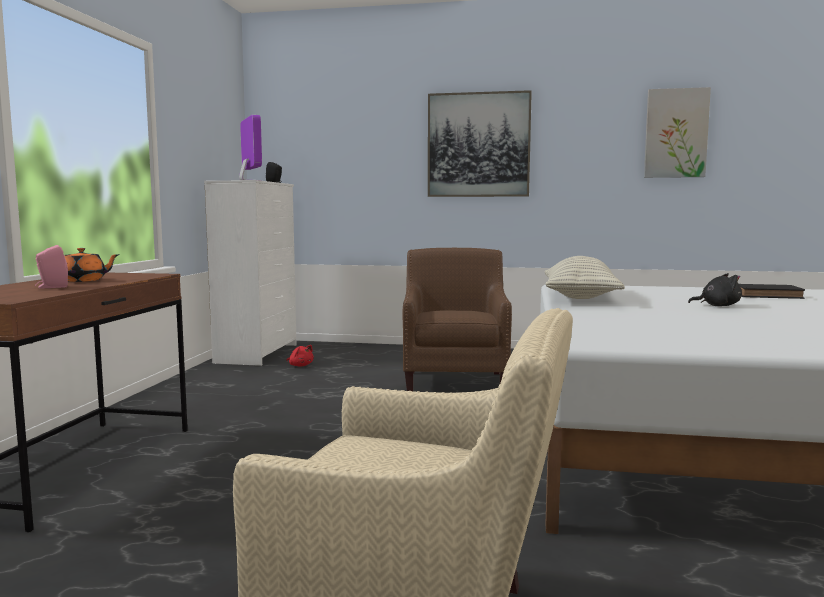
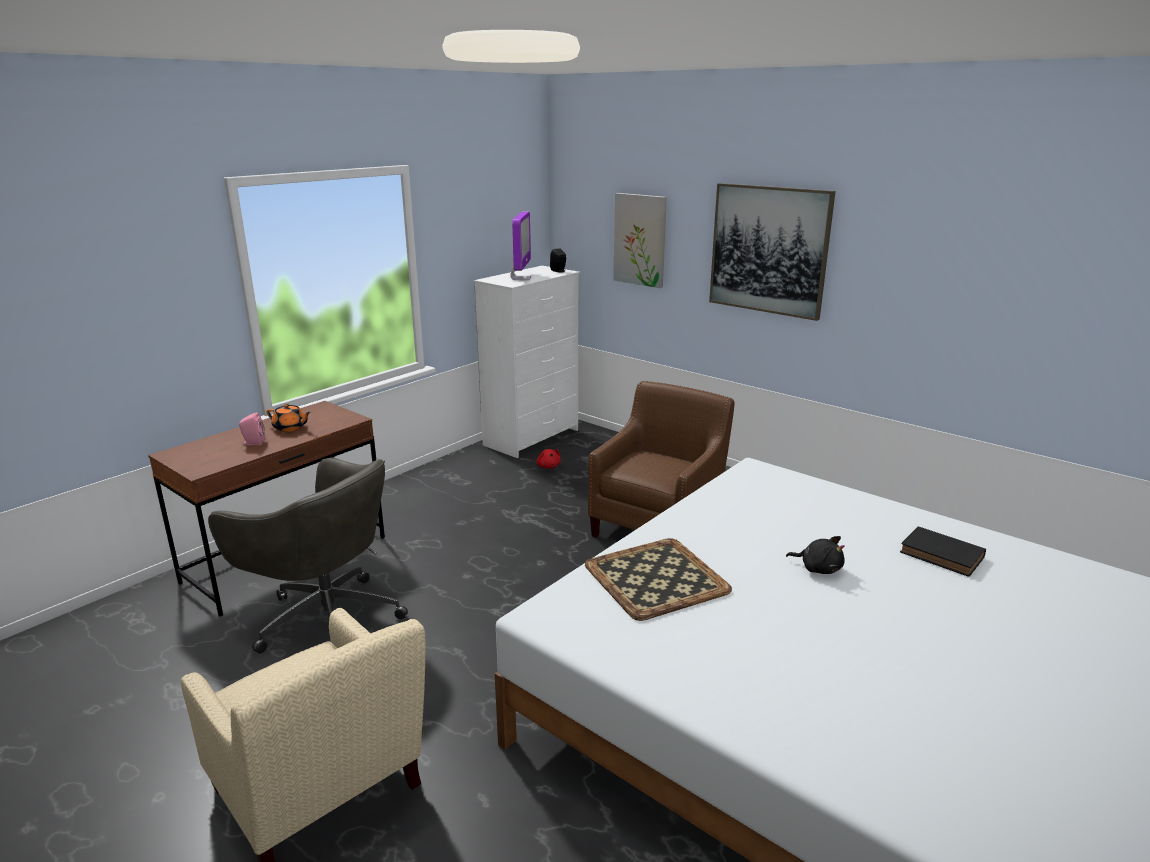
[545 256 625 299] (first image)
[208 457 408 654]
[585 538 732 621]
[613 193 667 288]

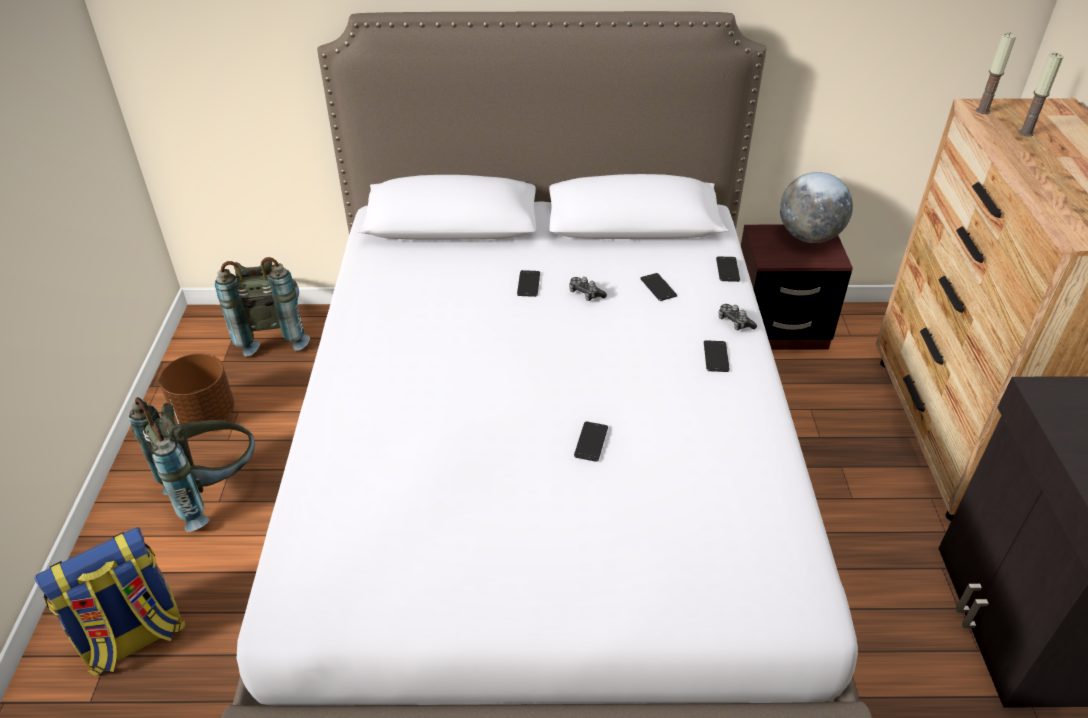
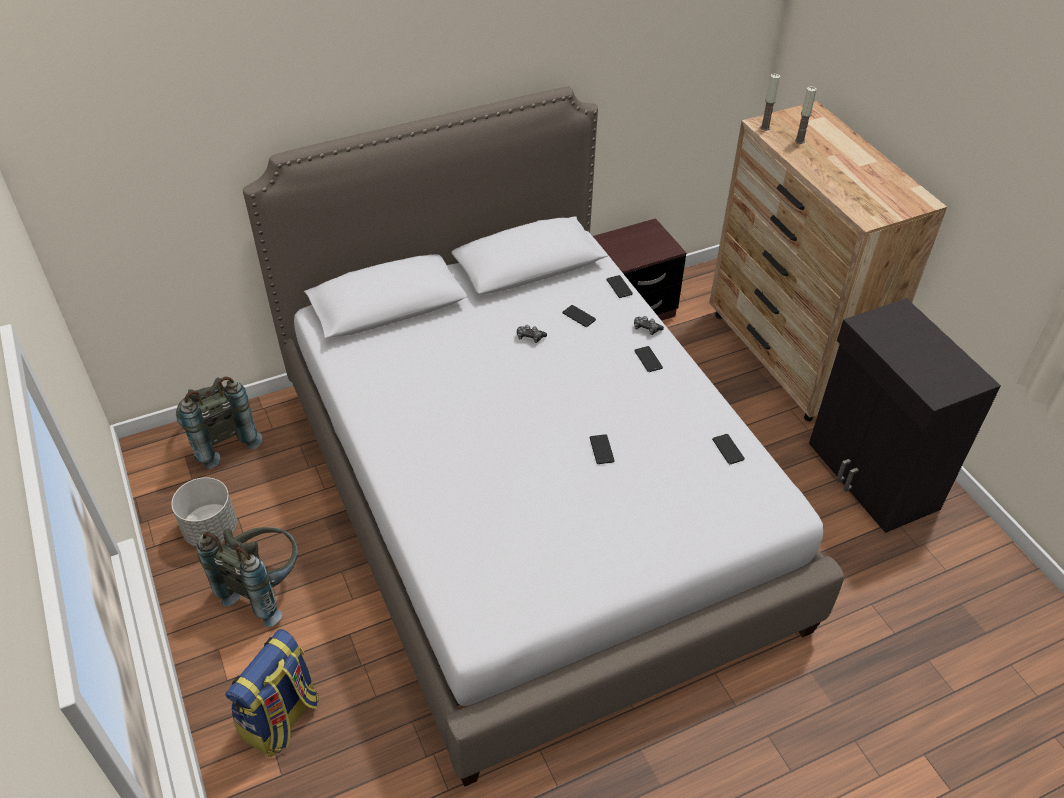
[780 172 853 243] (first image)
[712 434 745 464]
[171 477 237 546]

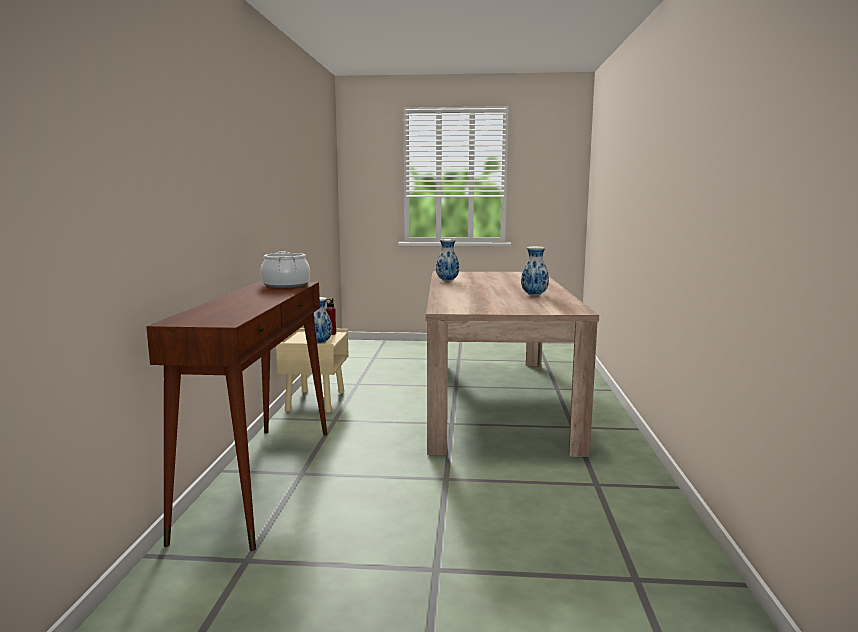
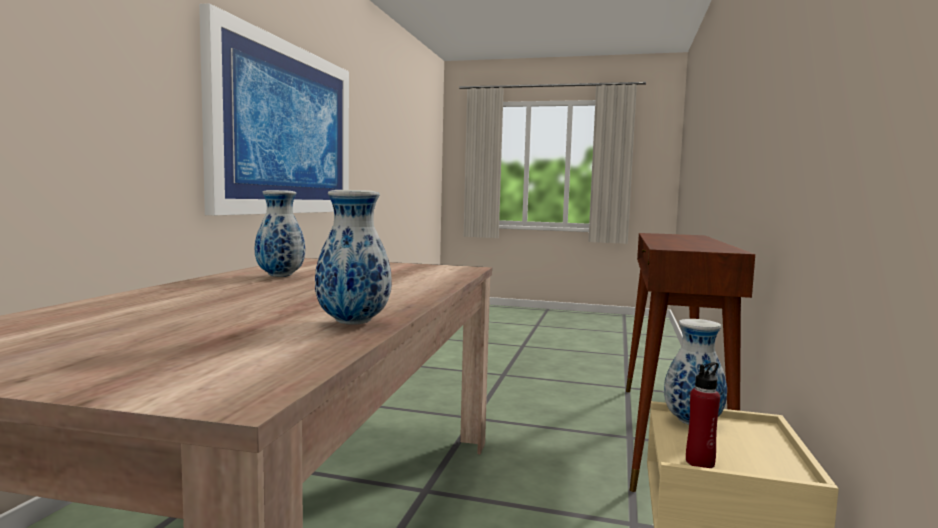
[260 251 310 288] (first image)
[199 3 349 215]

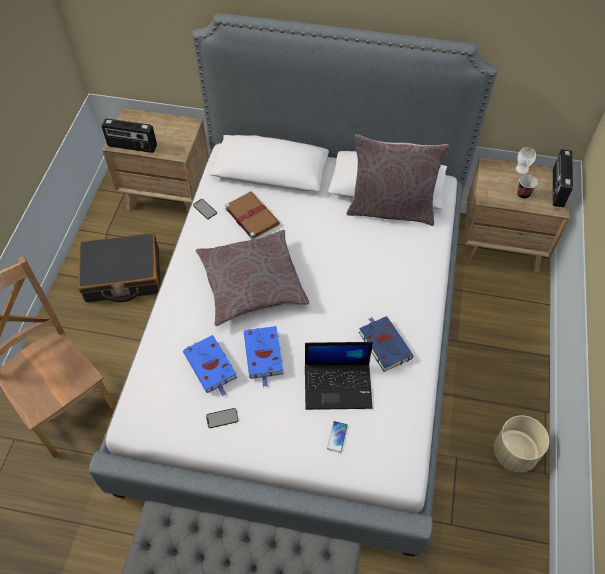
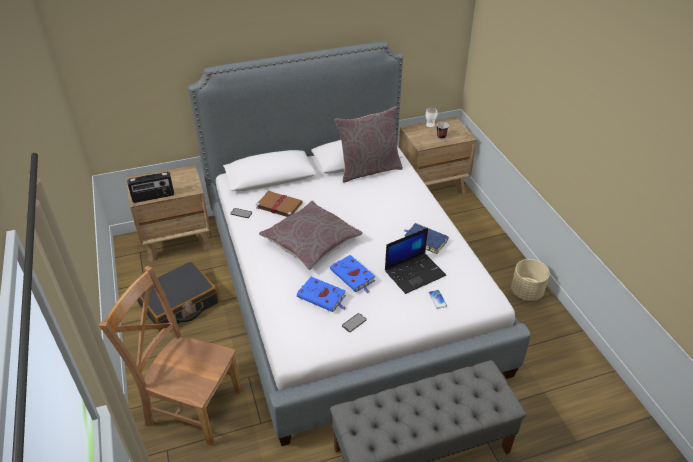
[553 149 573 207] (first image)

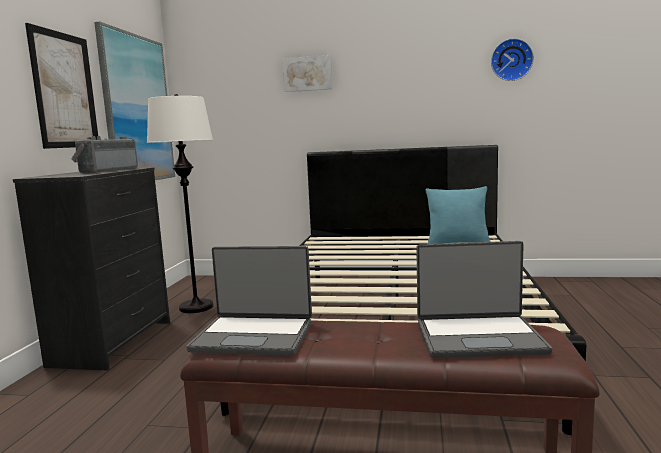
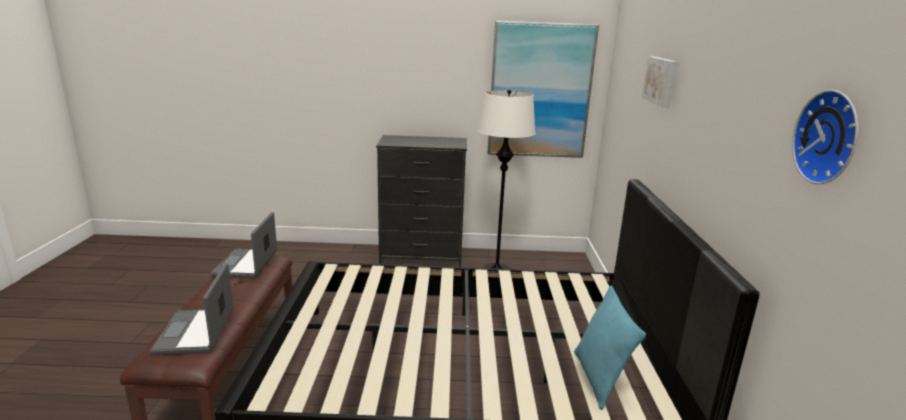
[25 23 98 149] (first image)
[72 136 138 173] (first image)

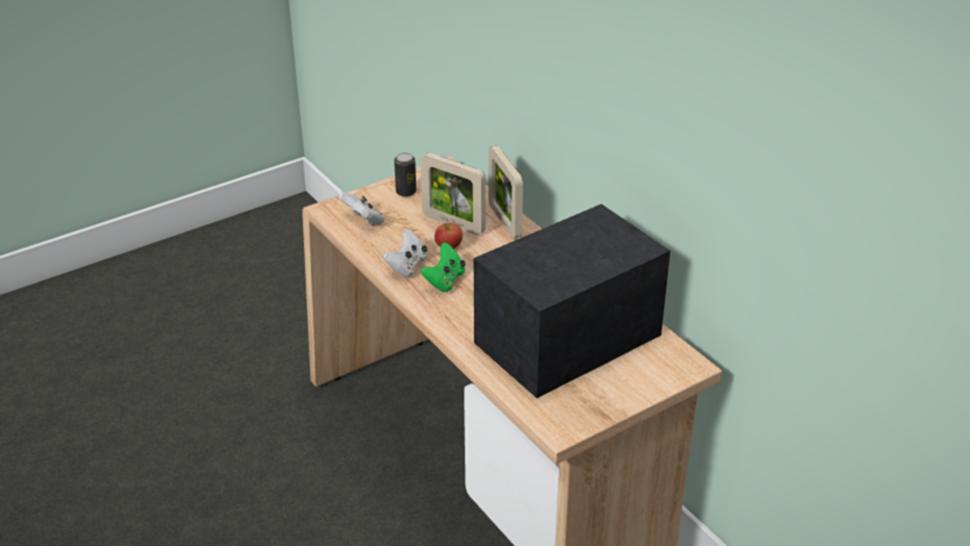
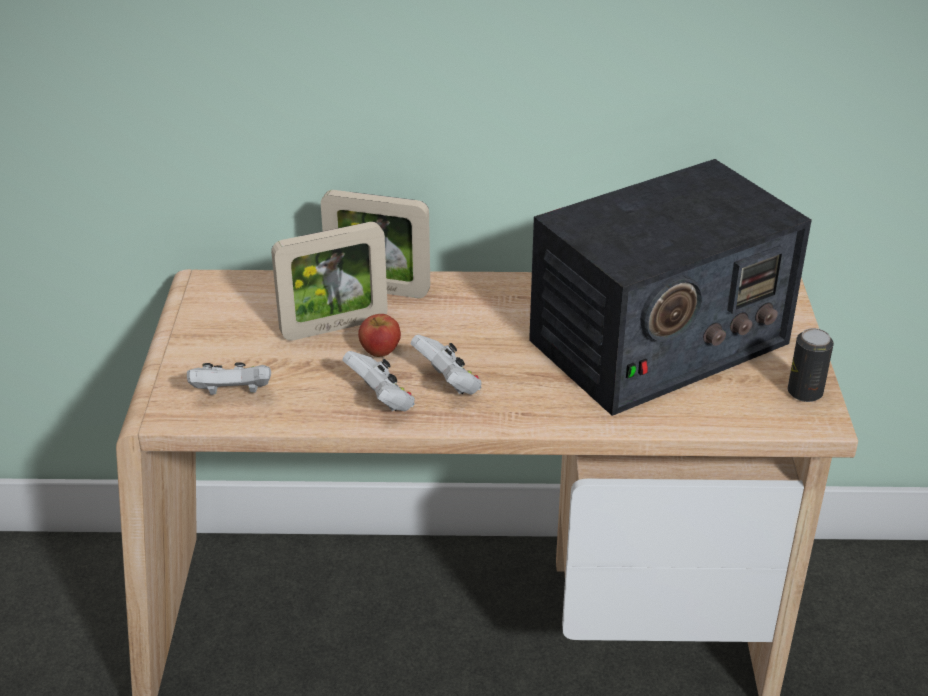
[788 328 834 402]
[411 335 482 395]
[529 159 812 416]

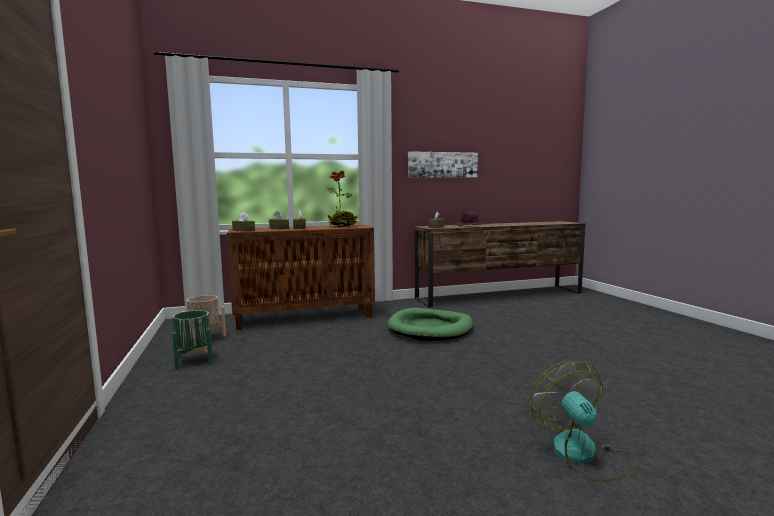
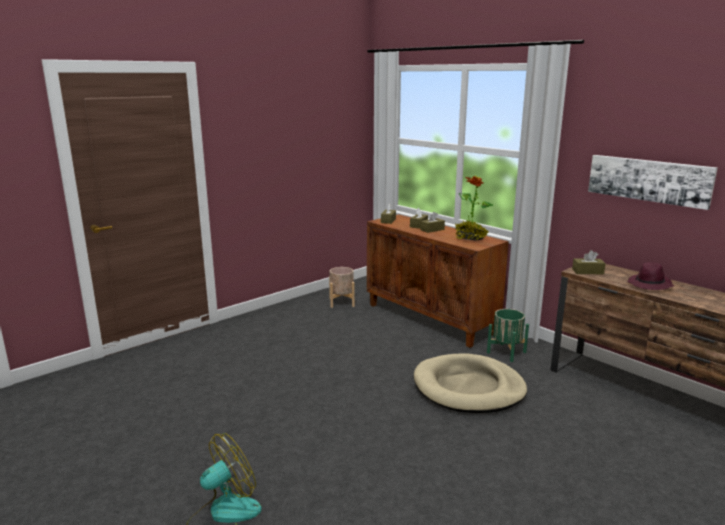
[487 309 529 362]
[414 353 527 413]

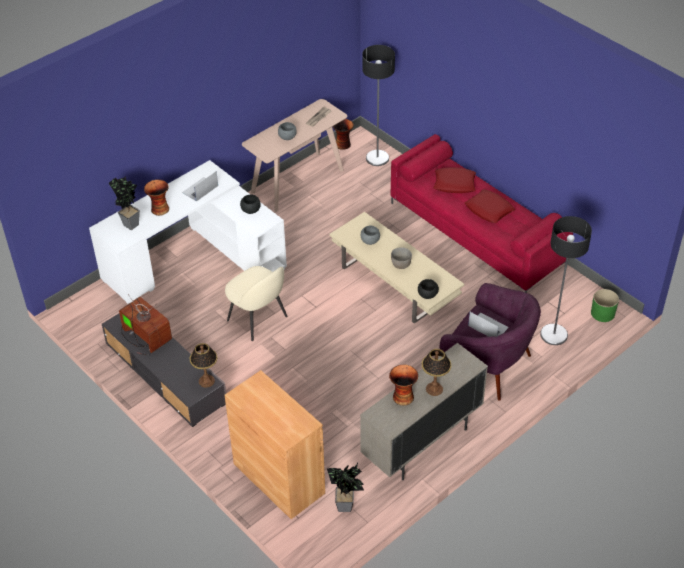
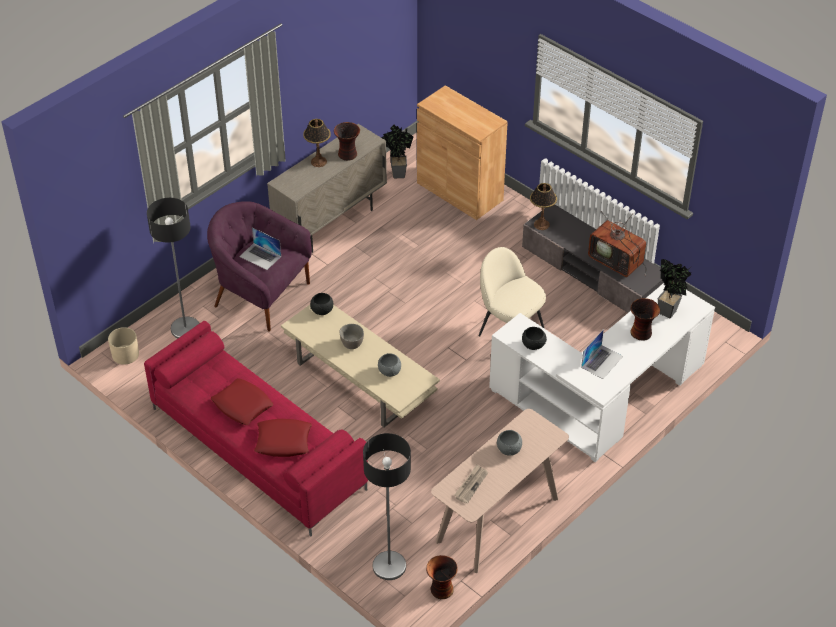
[108 327 139 365]

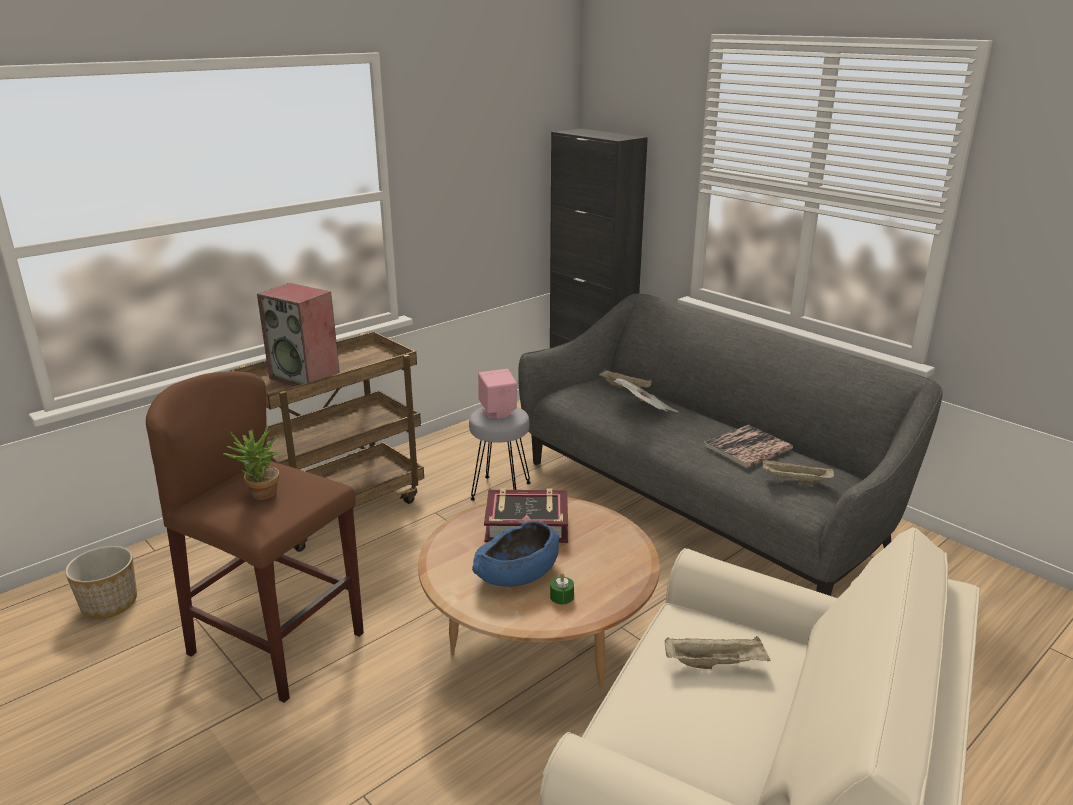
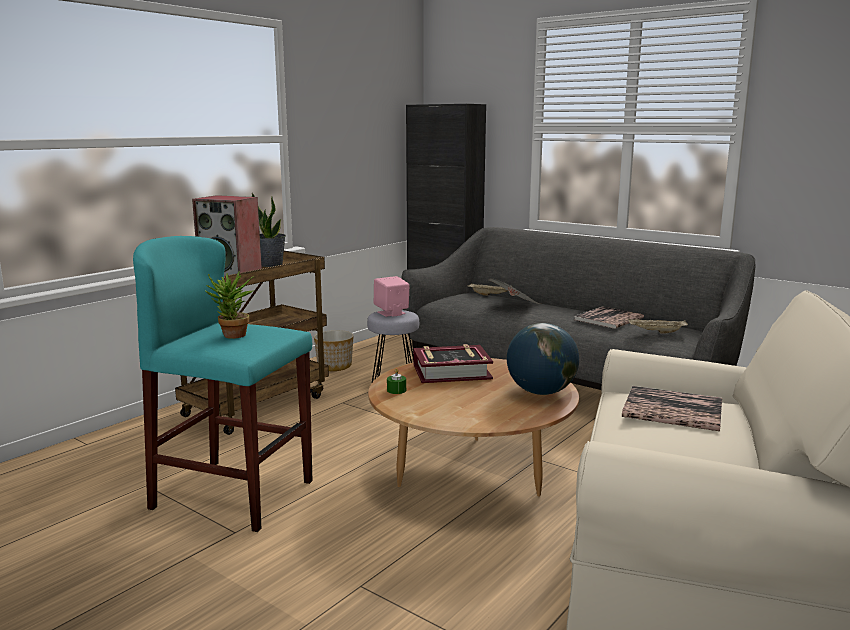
[472 521 559 587] (first image)
[252 193 286 267]
[507 323 579 395]
[314 330 354 371]
[387 368 406 394]
[622 386 722 431]
[133 236 312 532]

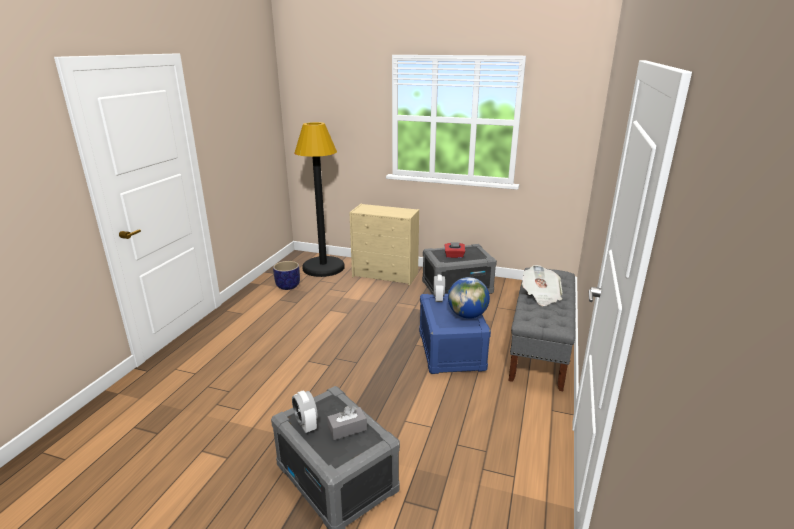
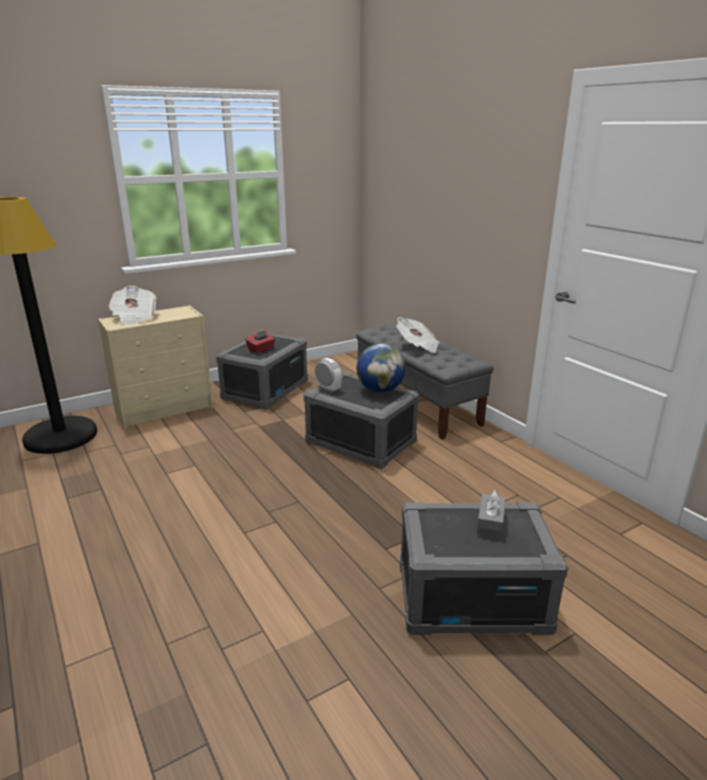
[273 261 300 290] (first image)
[292 390 318 433] (first image)
[108 286 157 326]
[304 372 419 469]

